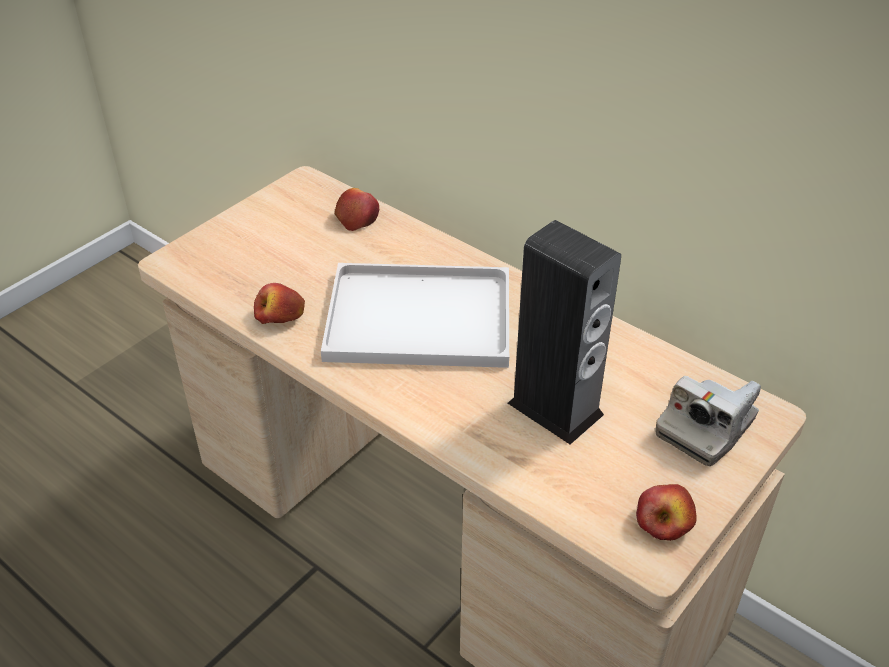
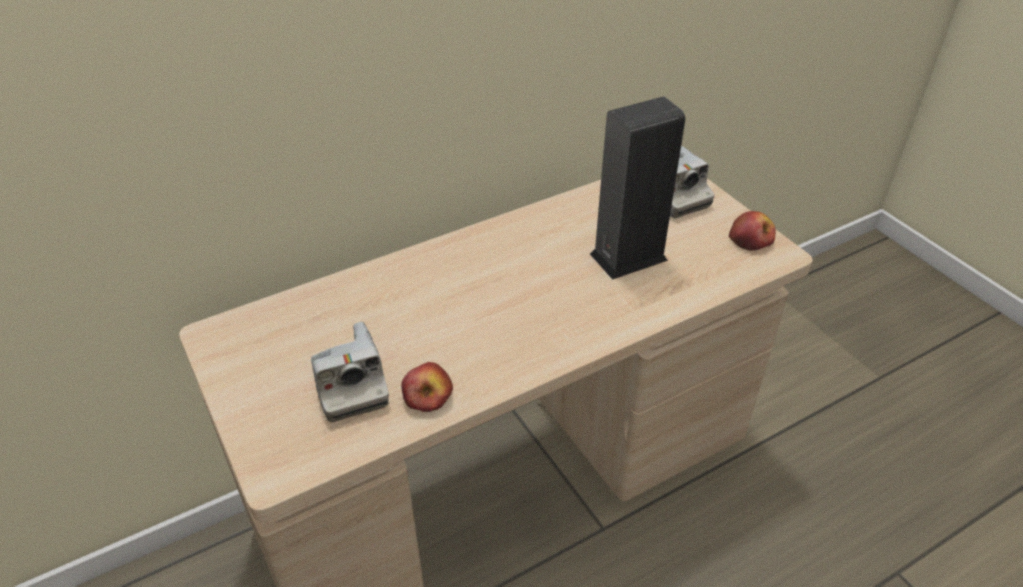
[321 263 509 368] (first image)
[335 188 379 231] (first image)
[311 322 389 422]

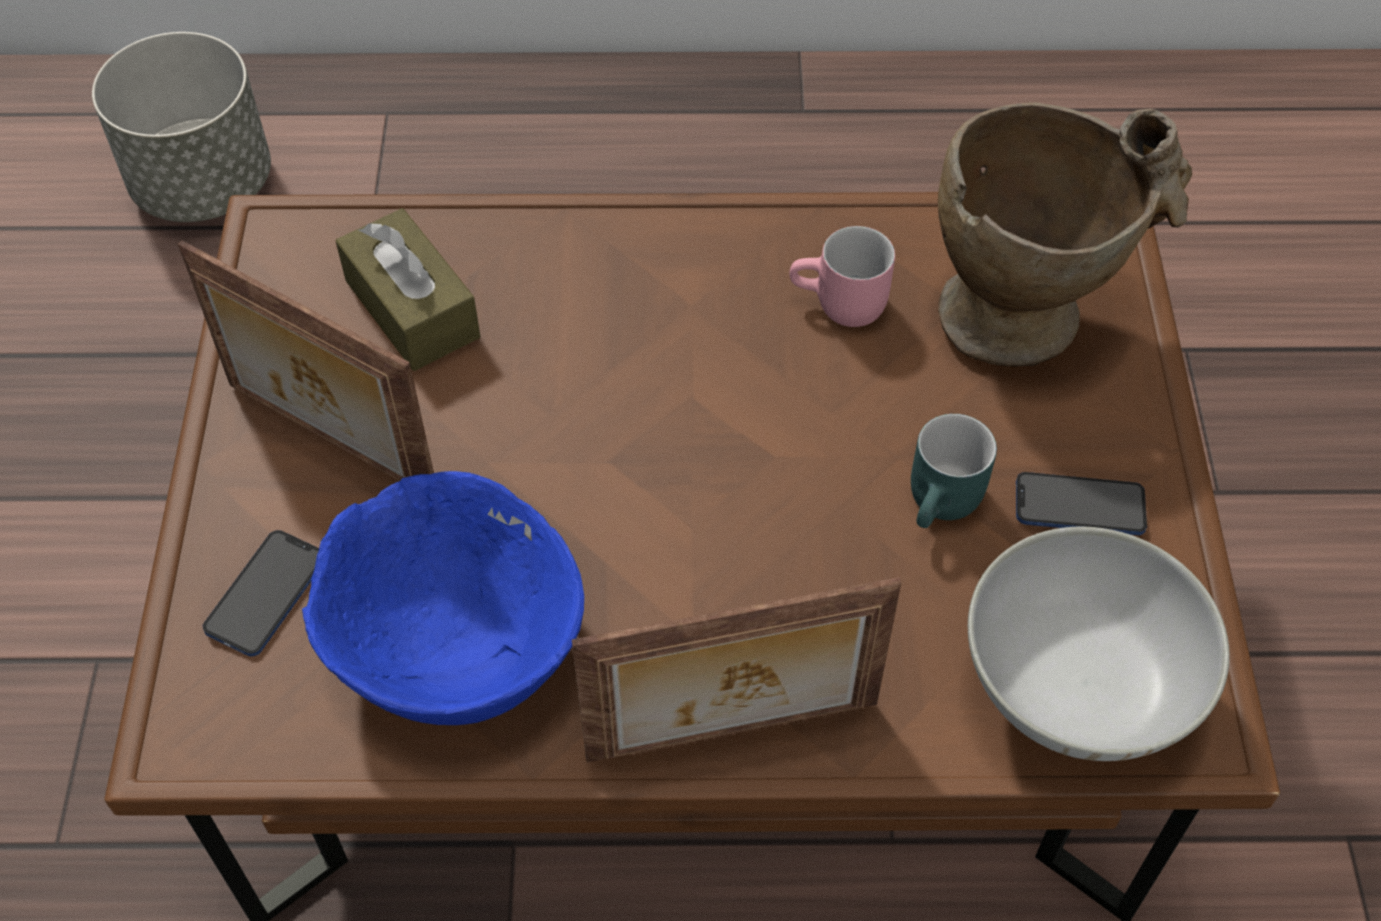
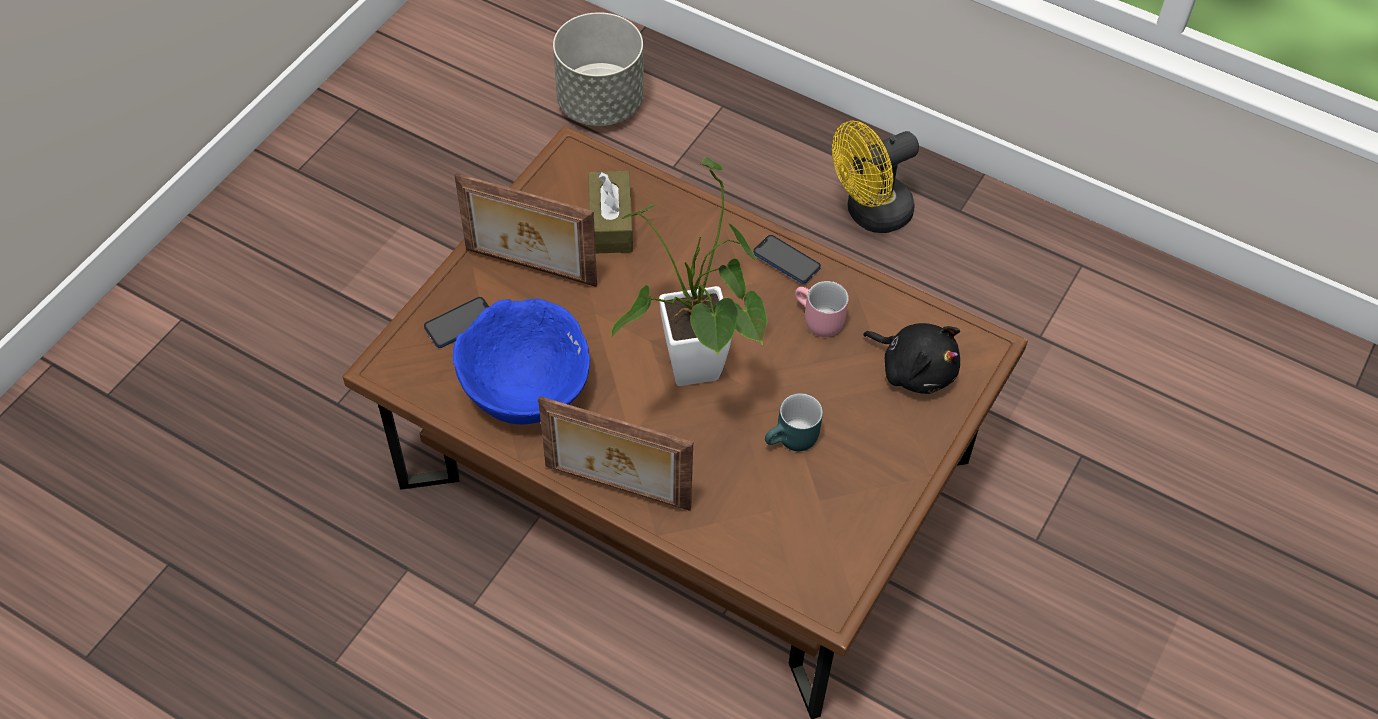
[968 527 1230 761] (first image)
[610 156 767 386]
[832 121 919 233]
[753 235 821 284]
[863 323 960 394]
[454 173 597 287]

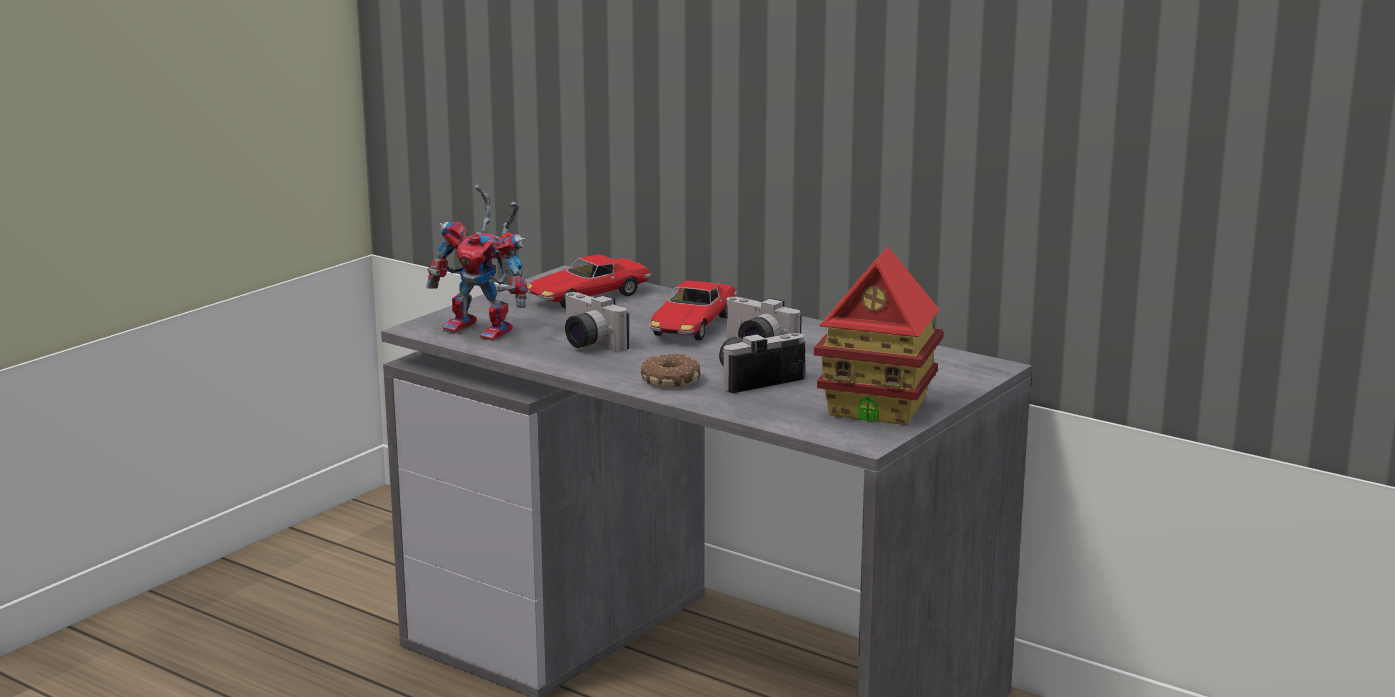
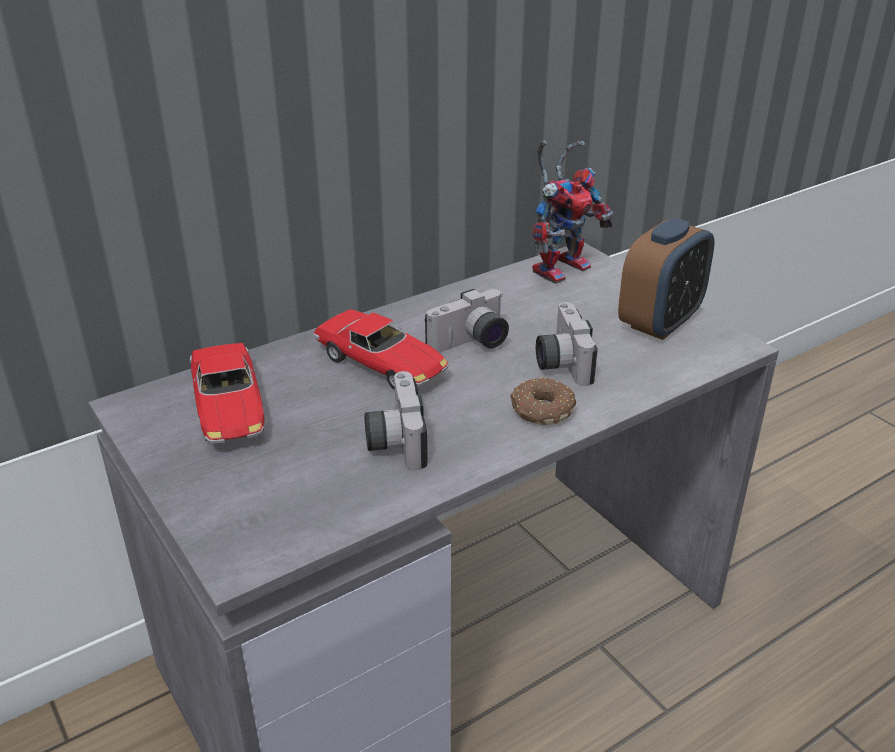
[532 141 614 284]
[618 218 714 340]
[364 371 428 470]

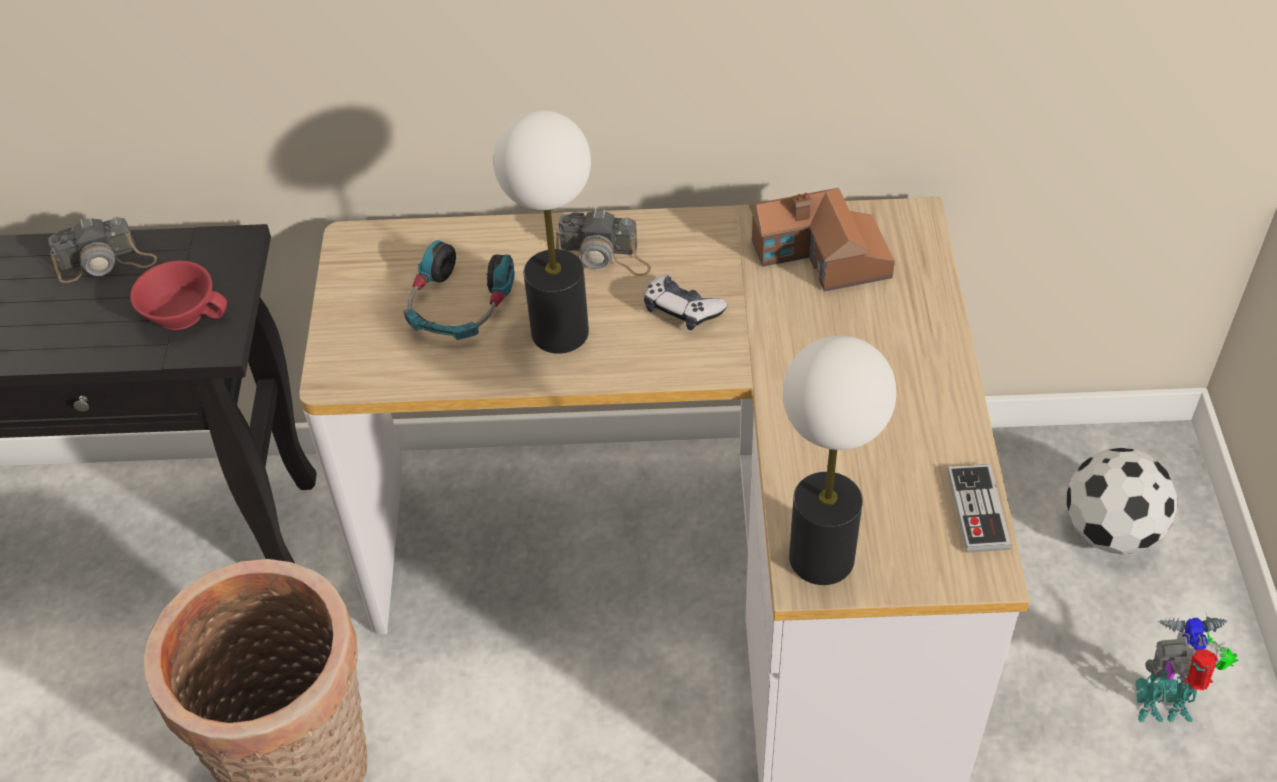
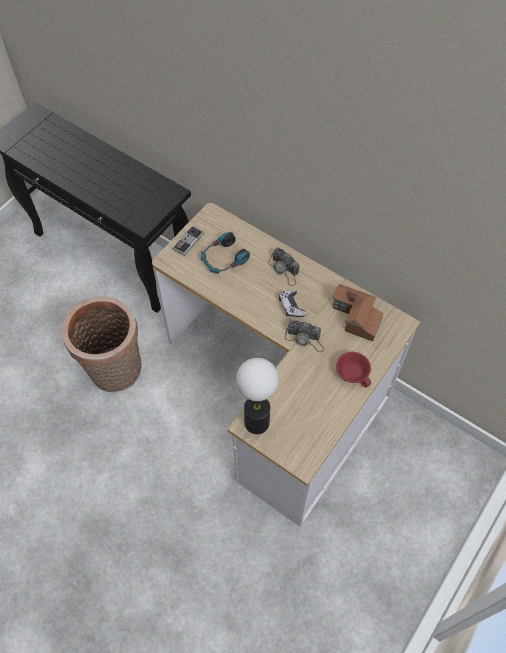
[493 110 591 354] (first image)
[1066 448 1178 555] (first image)
[1136 616 1238 722] (first image)
[285 320 324 352]
[336 352 371 387]
[172 226 204 256]

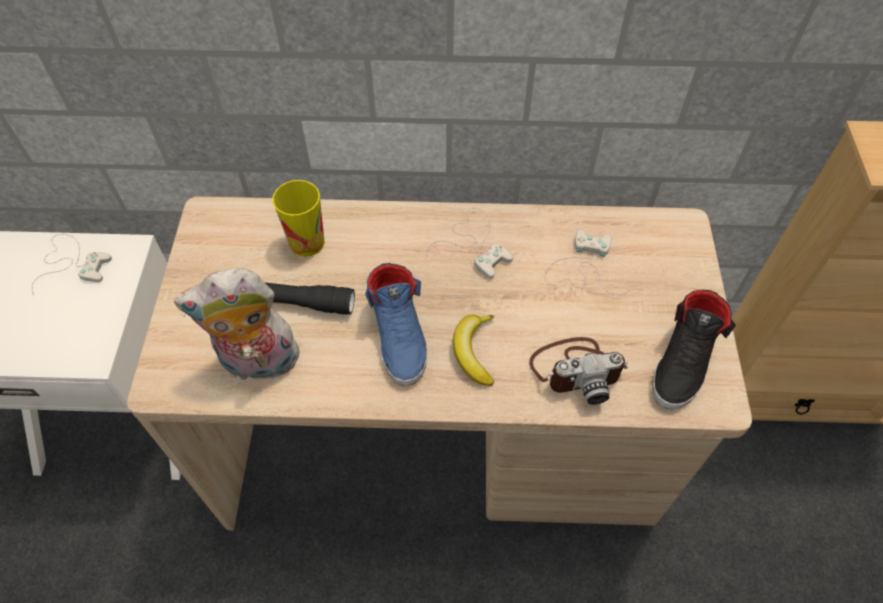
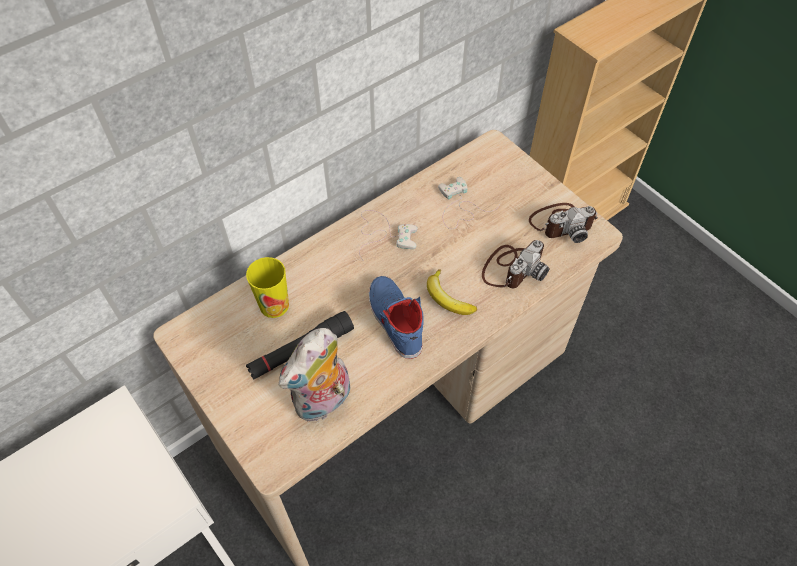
[32 234 112 295] (first image)
[529 203 598 243]
[369 276 424 359]

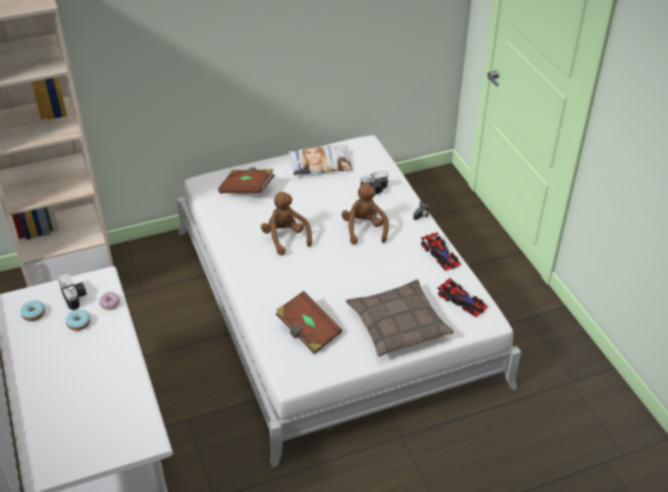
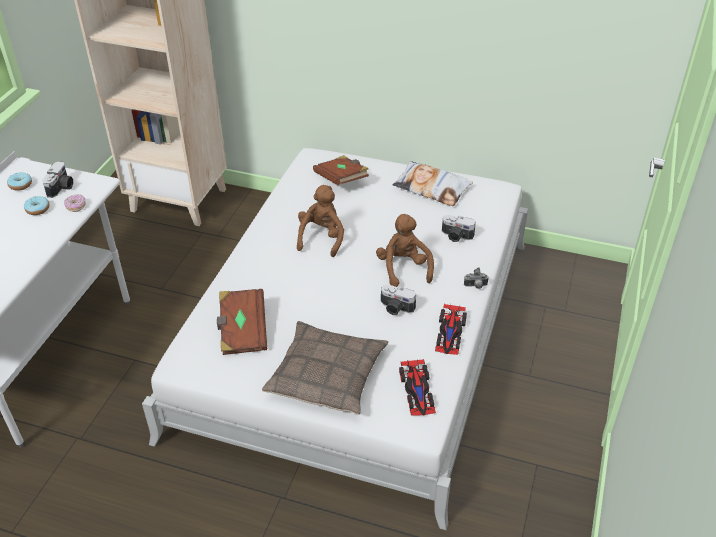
[381 285 416 315]
[376 214 434 287]

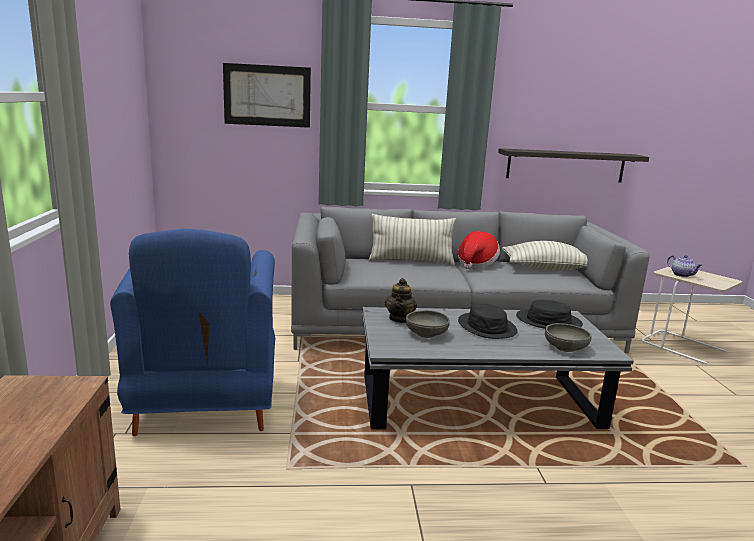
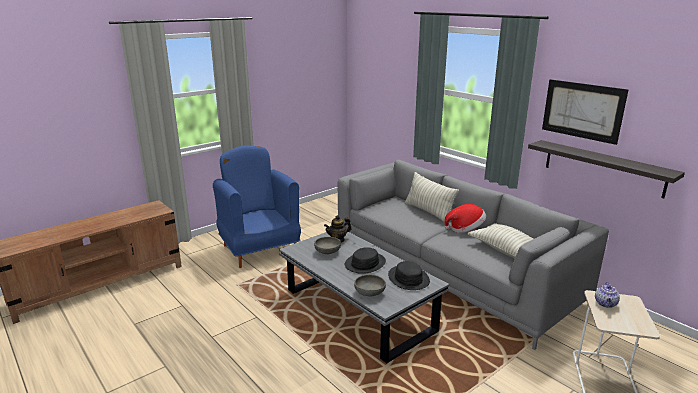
[542 79 629 145]
[213 146 301 268]

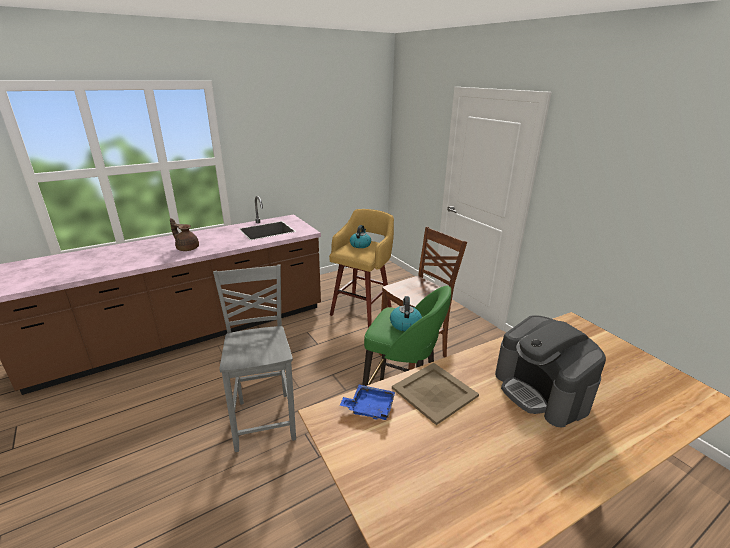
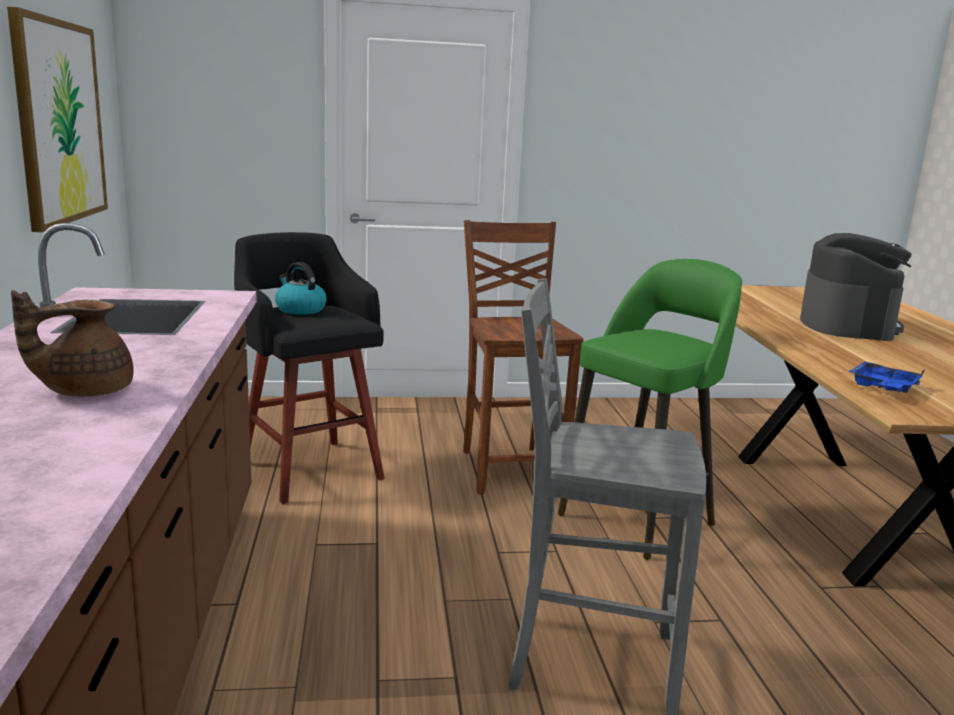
[390 296 422 331] (first image)
[392 363 479 425] (first image)
[7 7 108 232]
[234 232 384 504]
[800 233 911 341]

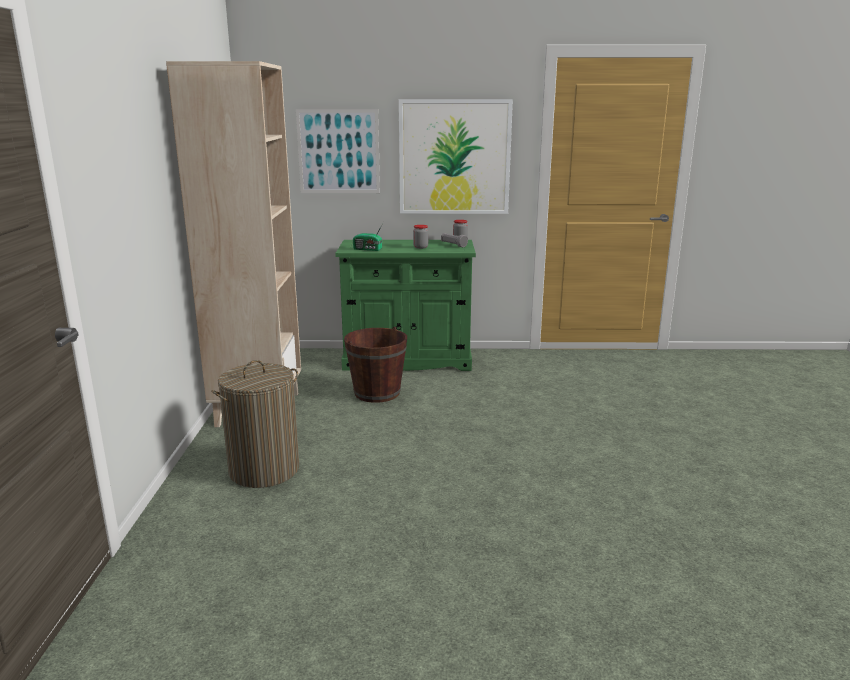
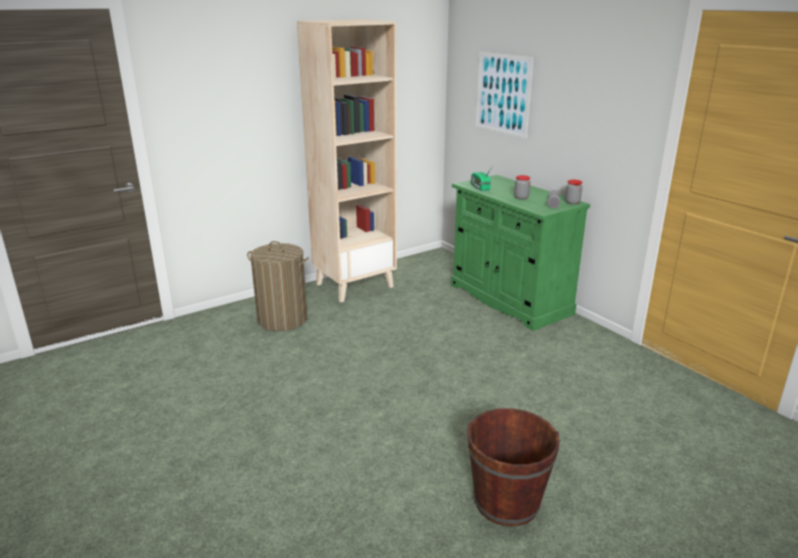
[399 99 513 214] (first image)
[467 408 560 526]

